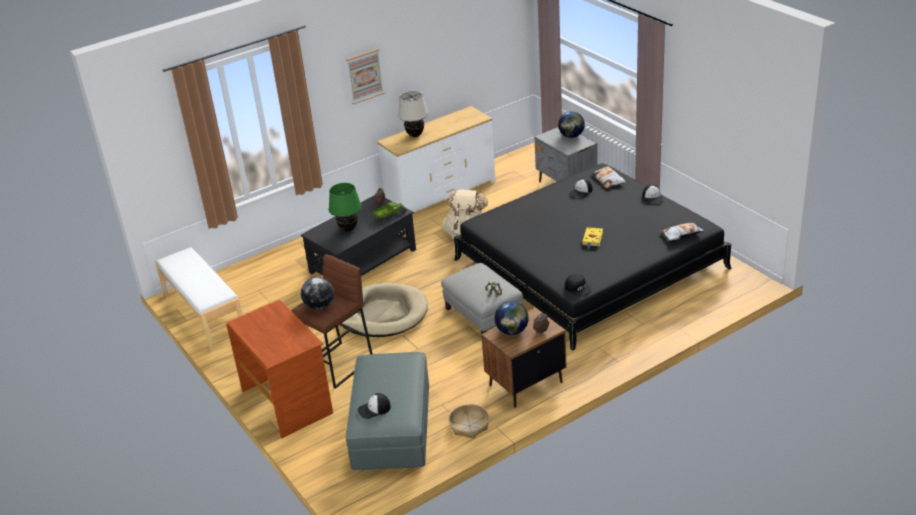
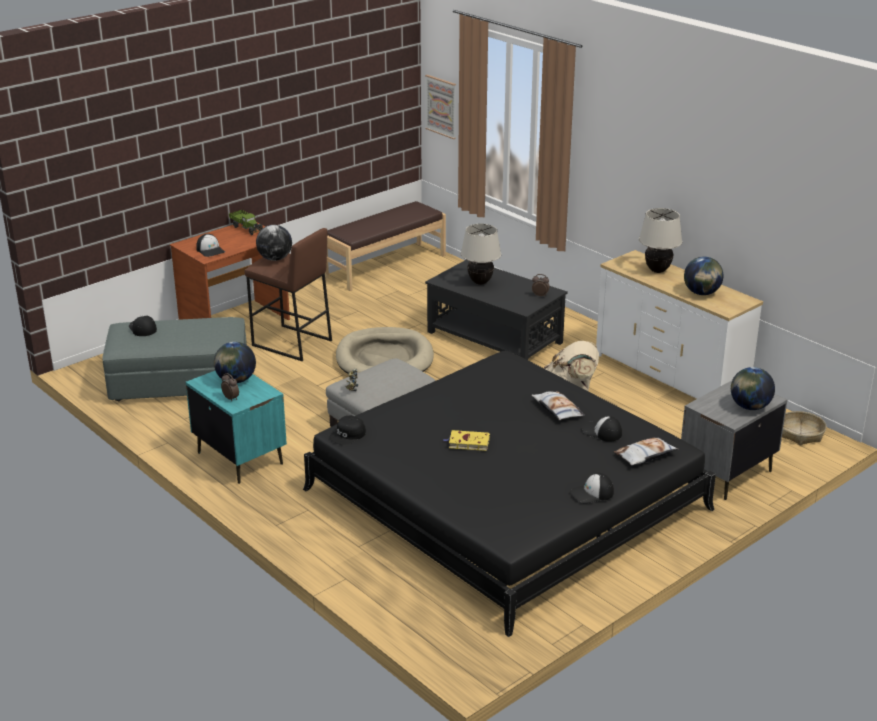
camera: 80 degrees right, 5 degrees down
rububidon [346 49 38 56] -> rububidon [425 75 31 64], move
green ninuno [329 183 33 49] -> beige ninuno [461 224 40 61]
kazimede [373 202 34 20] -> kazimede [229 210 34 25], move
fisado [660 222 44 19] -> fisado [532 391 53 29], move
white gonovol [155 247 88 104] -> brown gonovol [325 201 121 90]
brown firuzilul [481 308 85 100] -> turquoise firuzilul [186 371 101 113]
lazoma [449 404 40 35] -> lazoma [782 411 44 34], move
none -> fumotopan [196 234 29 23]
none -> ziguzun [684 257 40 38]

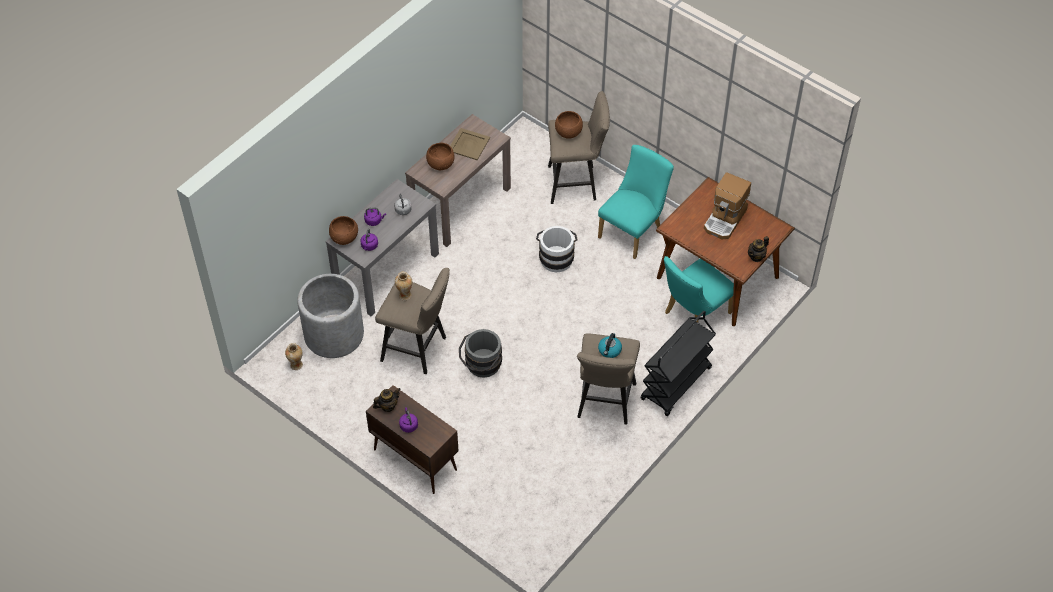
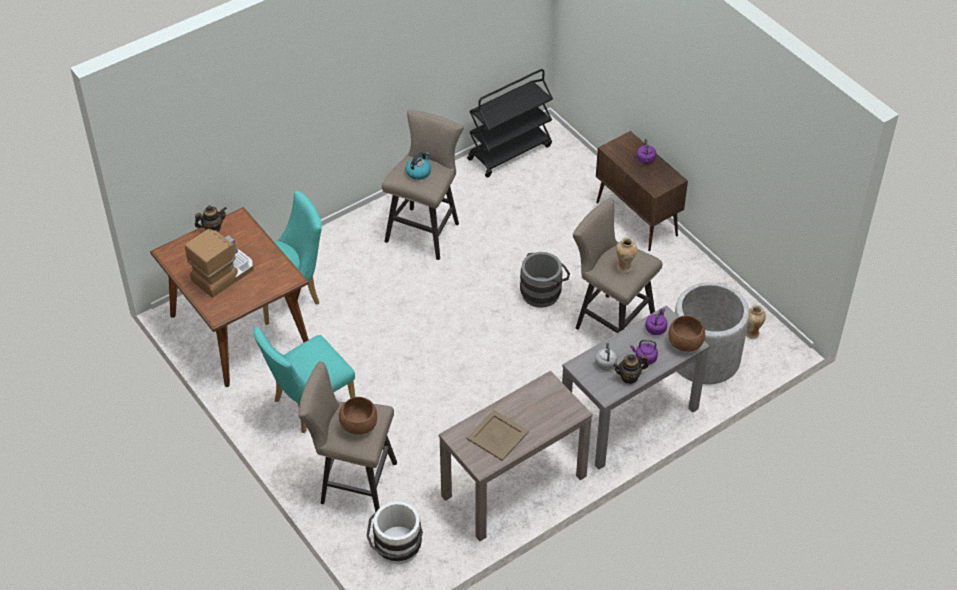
camera: 165 degrees left, 5 degrees down
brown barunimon [426 143 28 27] -> none
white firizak [536 226 42 46] -> white firizak [366 501 57 63], move
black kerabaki [641 311 75 105] -> black kerabaki [467 69 86 109], move
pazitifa [373 388 28 24] -> pazitifa [613 355 36 29], move

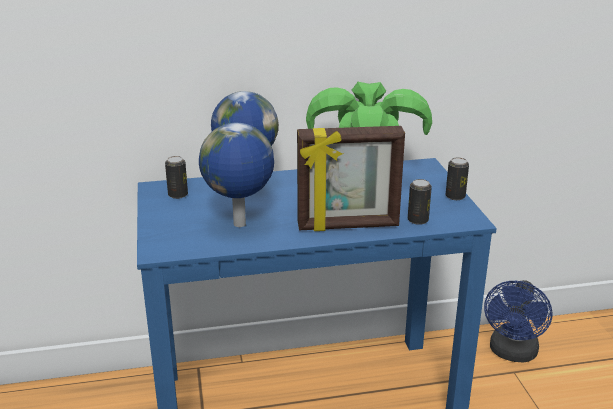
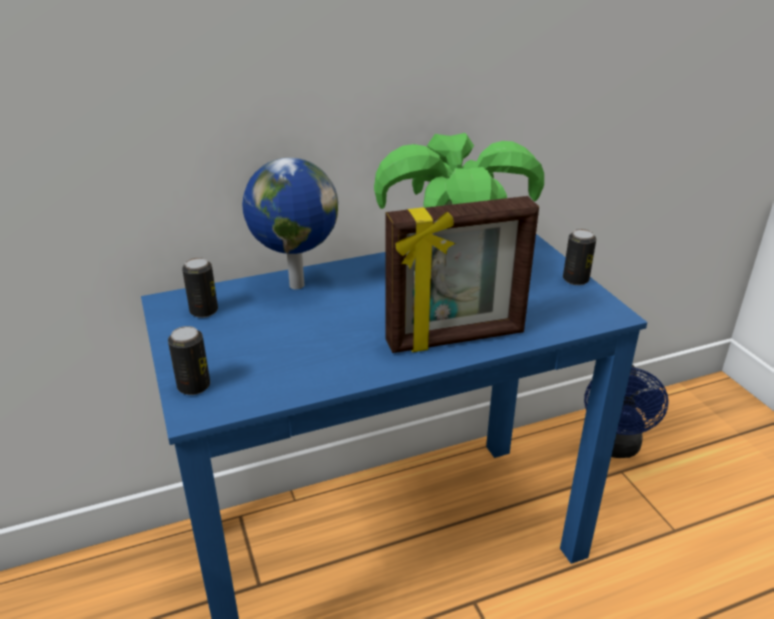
camera: 10 degrees left, 5 degrees up
ziguzun [199 123 75 104] -> none
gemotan [408 179 24 46] -> gemotan [168 326 42 69], move

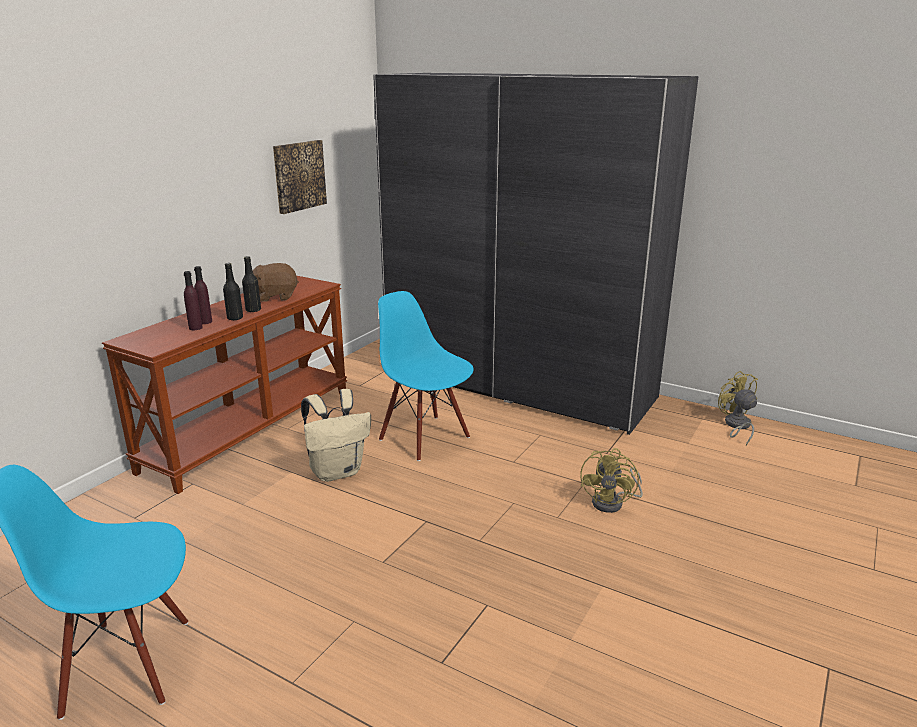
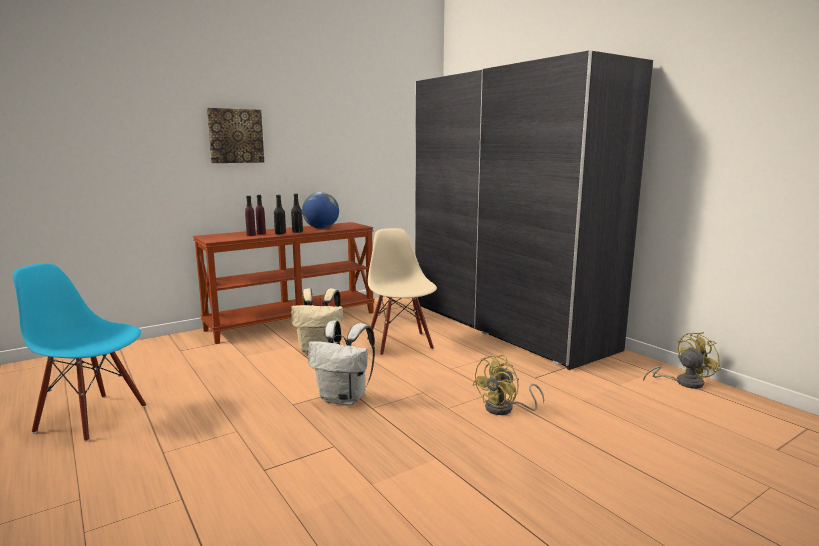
camera: 25 degrees right, 10 degrees down
rububidon [273 140 54 74] -> rububidon [207 108 57 55], move
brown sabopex [253 263 46 39] -> ziguzun [302 192 37 37]
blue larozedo [378 291 96 170] -> beige larozedo [367 228 70 128]
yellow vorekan [718 371 40 74] -> yellow vorekan [643 332 78 57], 60 degrees clockwise
none -> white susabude [308 321 67 85]

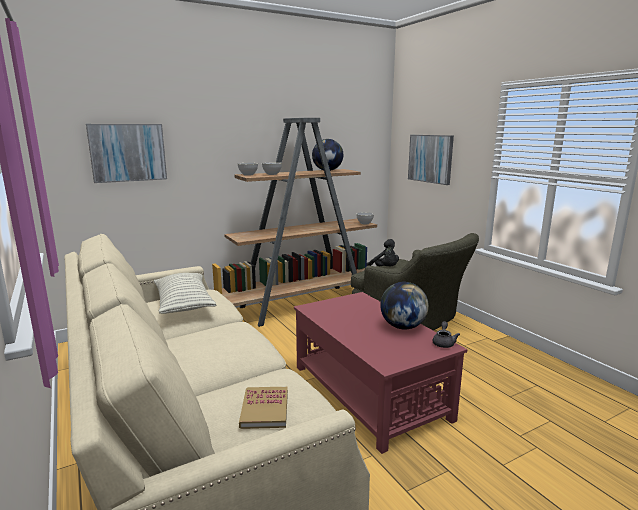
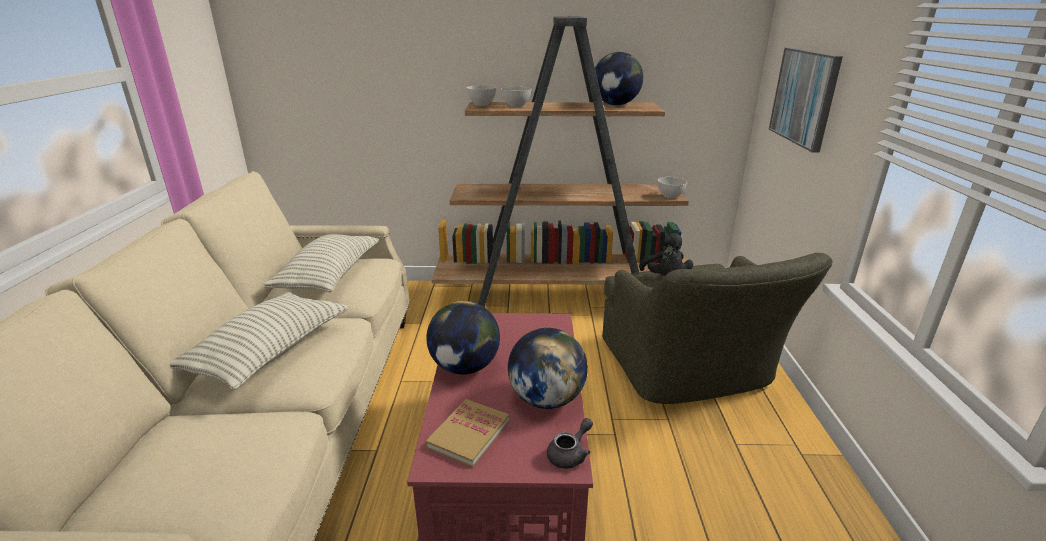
camera: 30 degrees right, 10 degrees up
rububidon [86 124 81 59] -> none
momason [239 386 49 43] -> momason [425 399 84 68], move
none -> fisado [170 292 178 98]
none -> ziguzun [426 301 74 74]

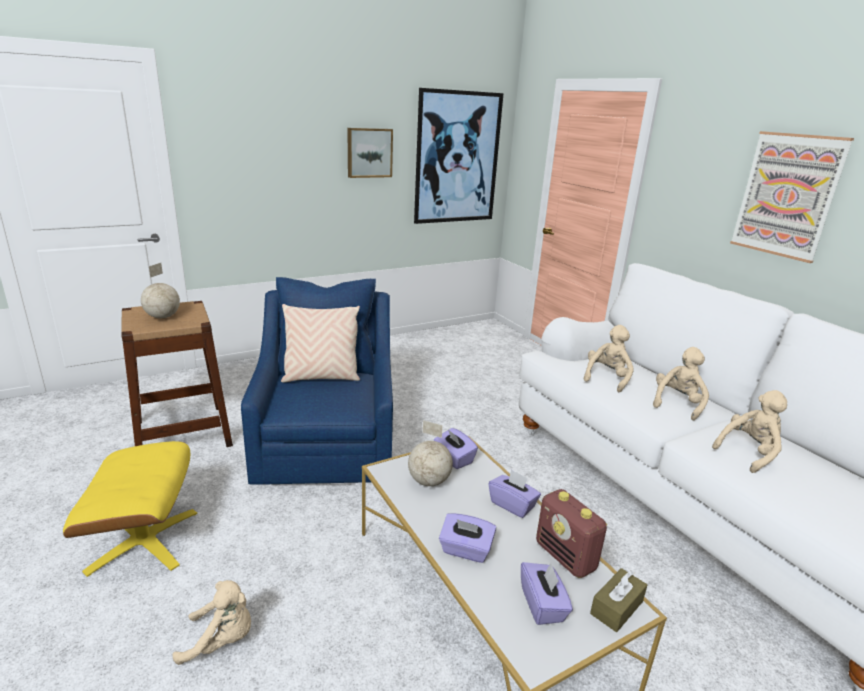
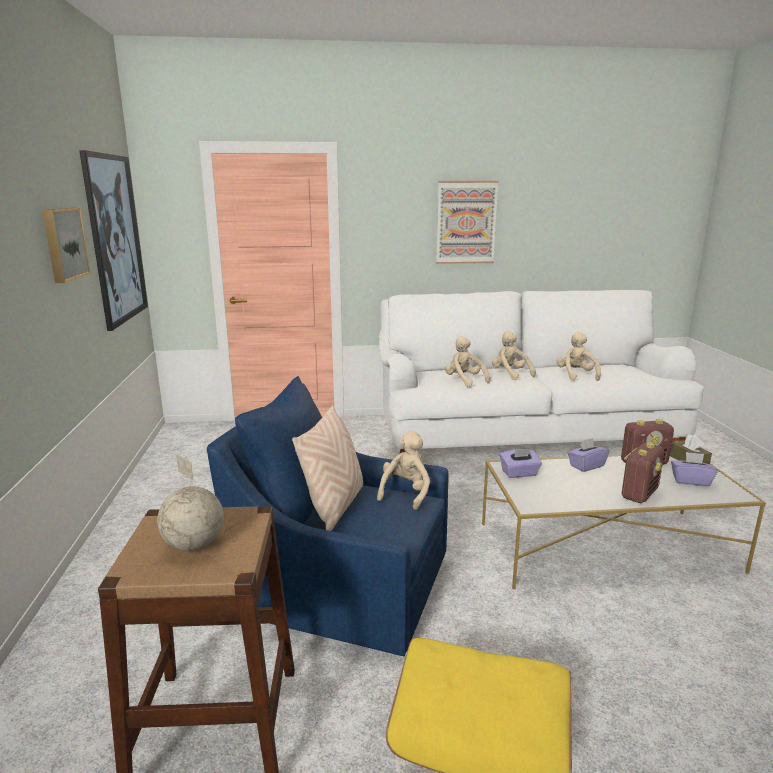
camera: 65 degrees left, 5 degrees down
ziguzun [408 420 45 66] -> none
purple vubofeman [439 513 57 50] -> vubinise [622 442 42 61]
beige sabopex [172 580 79 85] -> beige sabopex [377 431 53 79], move

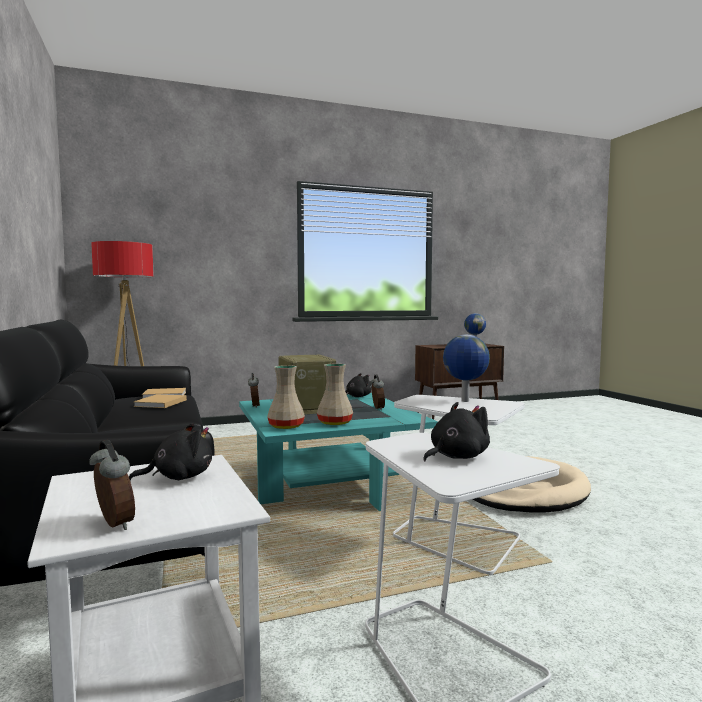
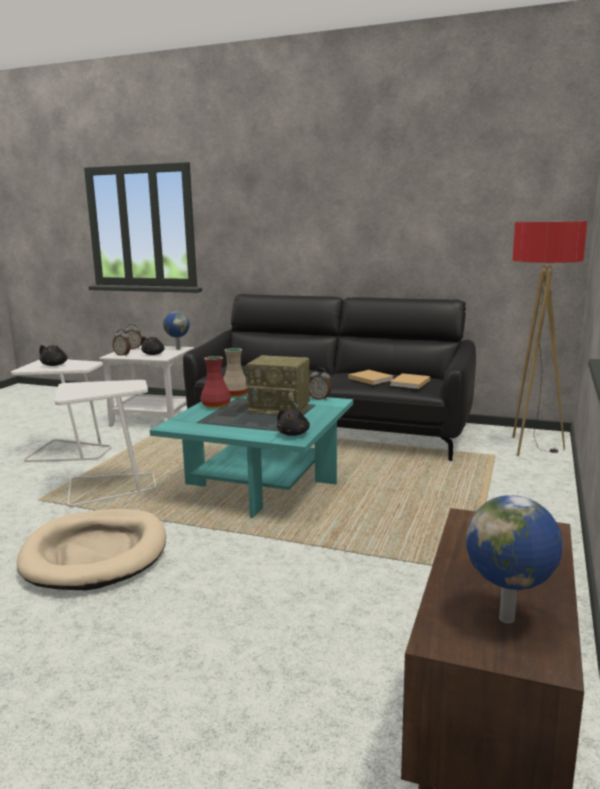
camera: 130 degrees right, 10 degrees up
ziguzun [443 335 47 67] -> ziguzun [163 311 27 39], move
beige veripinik [317 364 36 61] -> red veripinik [200 356 31 52]
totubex [370 374 15 36] -> totubex [113 329 18 27], move

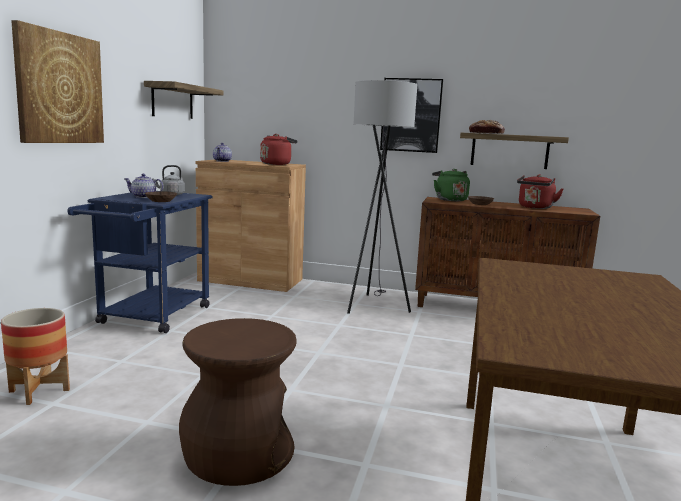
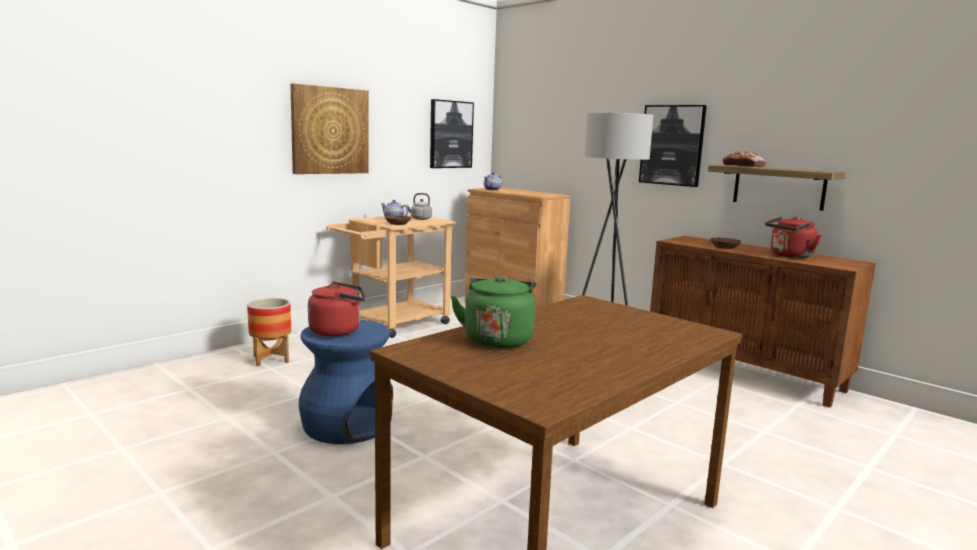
camera: 30 degrees right, 0 degrees up
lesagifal [144 81 80 38] -> rububidon [430 99 44 69]
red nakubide [260 134 38 31] -> red nakubide [308 282 57 55], move
green nakubide [432 169 38 32] -> green nakubide [450 275 86 73], move
blue kerabaki [67 193 146 140] -> beige kerabaki [326 214 130 124]
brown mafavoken [179 318 118 168] -> blue mafavoken [299 320 94 124]

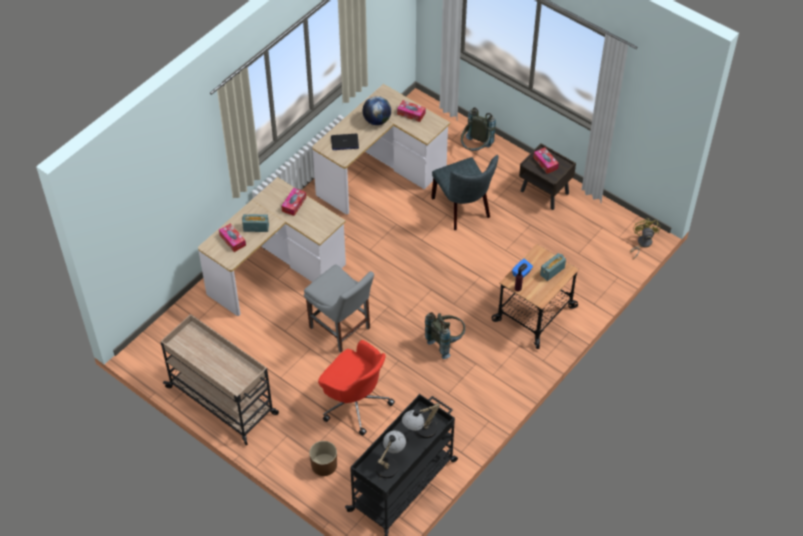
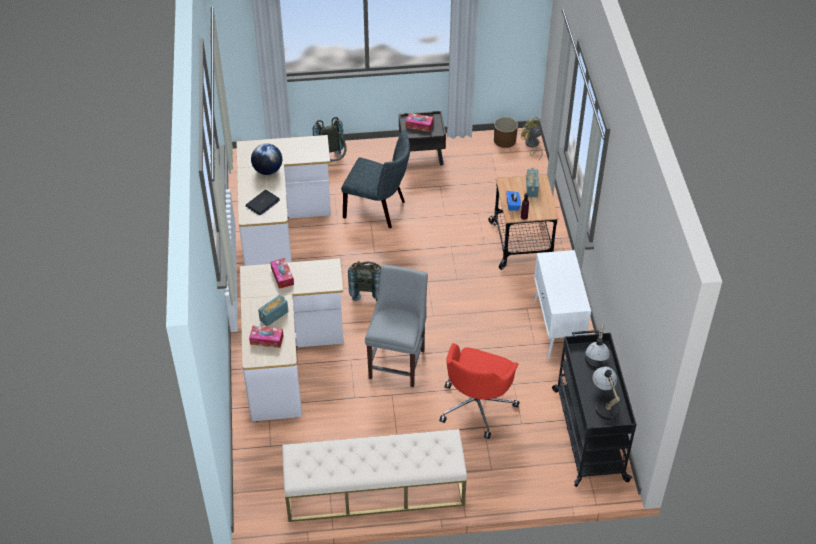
camera: 45 degrees left, 5 degrees down
vubofeman [397 100 29 22] -> none
grey larozedo [304 264 70 89] -> grey larozedo [365 265 63 122], 75 degrees counterclockwise
grey susabude [425 312 40 47] -> grey susabude [348 261 33 41], move
beige kerabaki [160 314 119 131] -> beige gonovol [282 429 185 93]
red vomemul [318 340 77 95] -> red vomemul [439 343 80 96], 120 degrees clockwise
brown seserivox [309 441 28 35] -> brown seserivox [494 117 24 31], move
none -> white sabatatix [534 250 57 109]

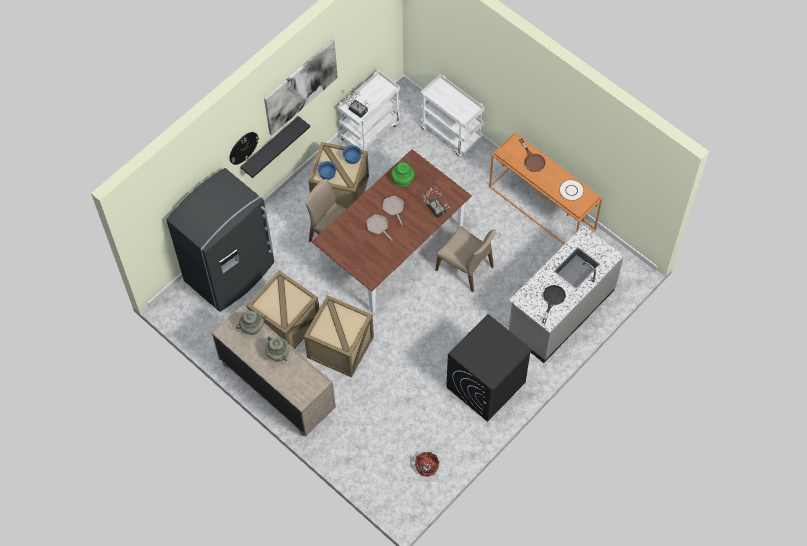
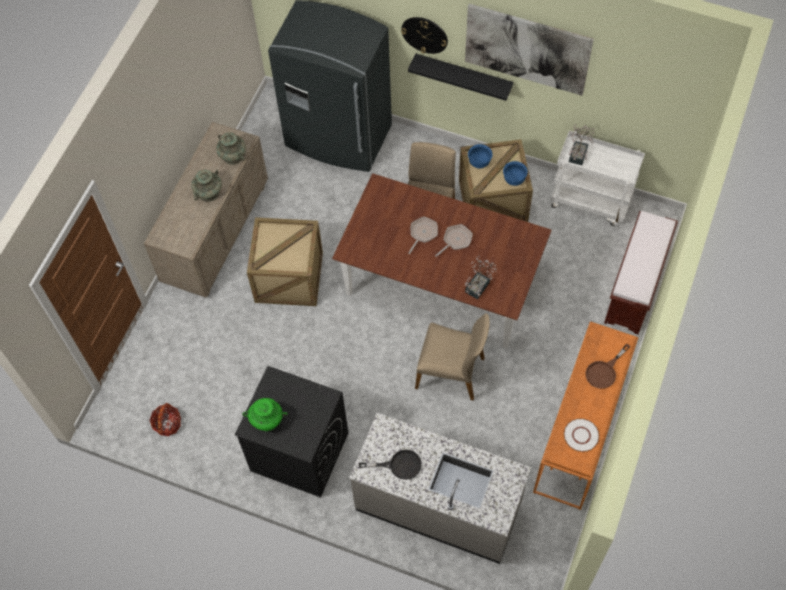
camera: 70 degrees right, 0 degrees up
white kerabaki [420 74 65 82] -> brown gonovol [604 211 74 124]
green veripinik [391 161 24 26] -> green veripinik [242 398 46 33], move
beige larozedo [435 226 61 66] -> beige larozedo [415 313 75 88], 90 degrees counterclockwise
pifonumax [247 270 72 79] -> none

